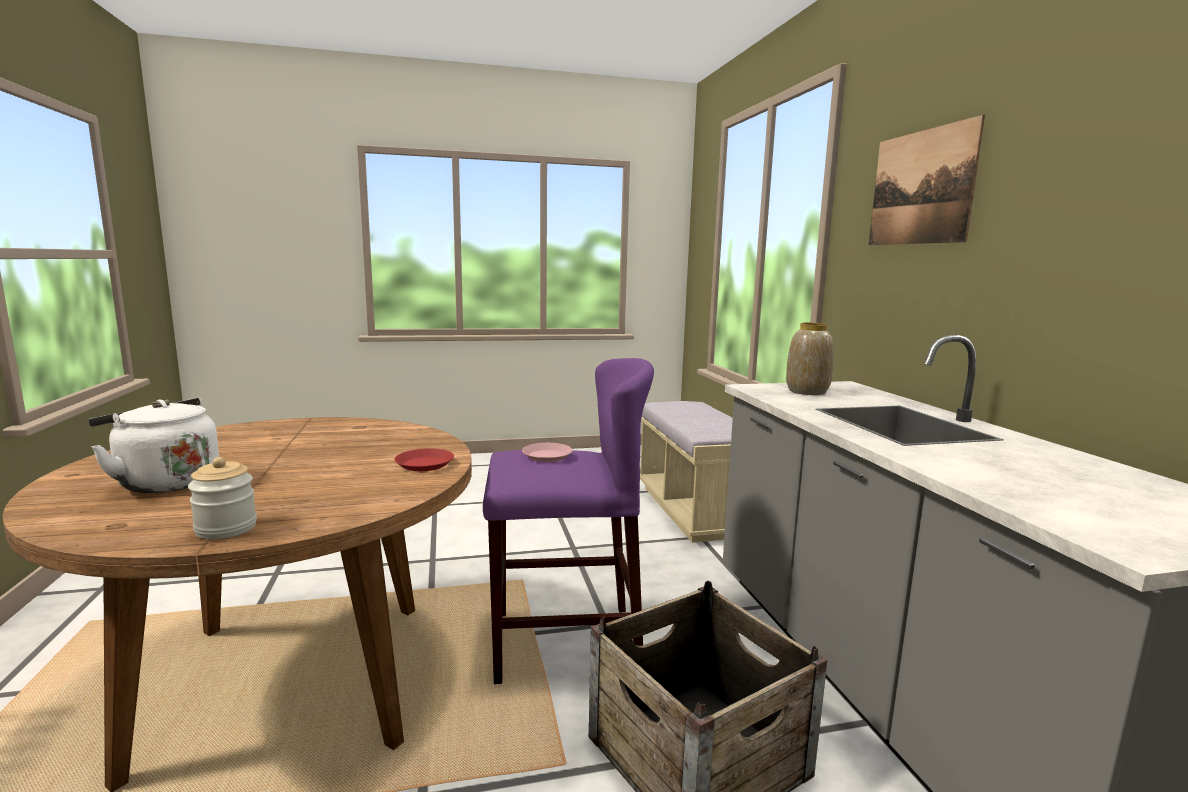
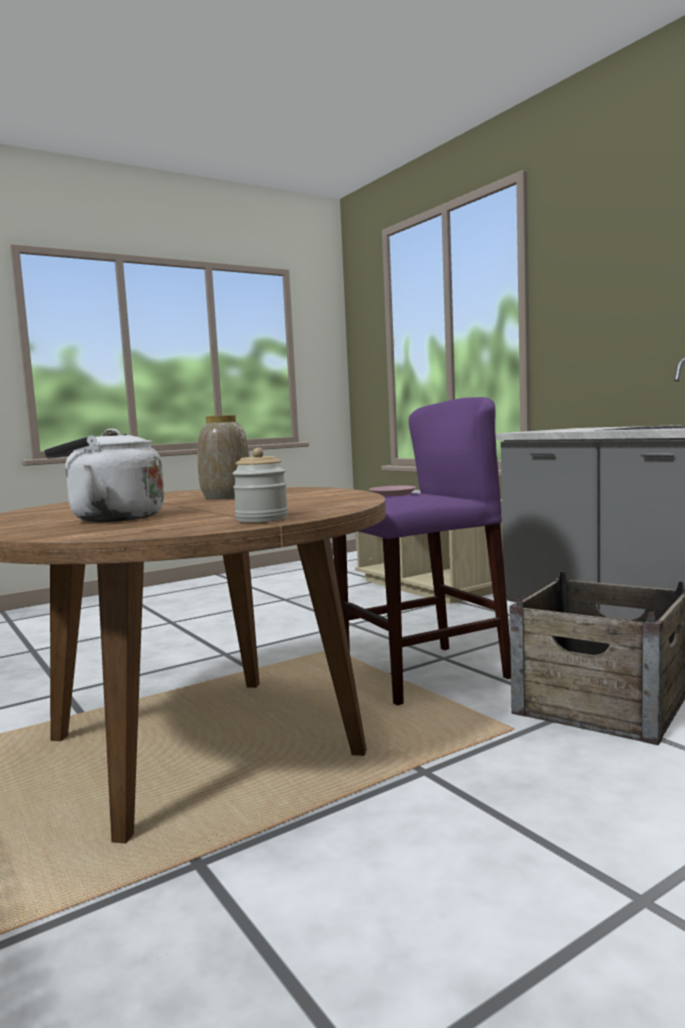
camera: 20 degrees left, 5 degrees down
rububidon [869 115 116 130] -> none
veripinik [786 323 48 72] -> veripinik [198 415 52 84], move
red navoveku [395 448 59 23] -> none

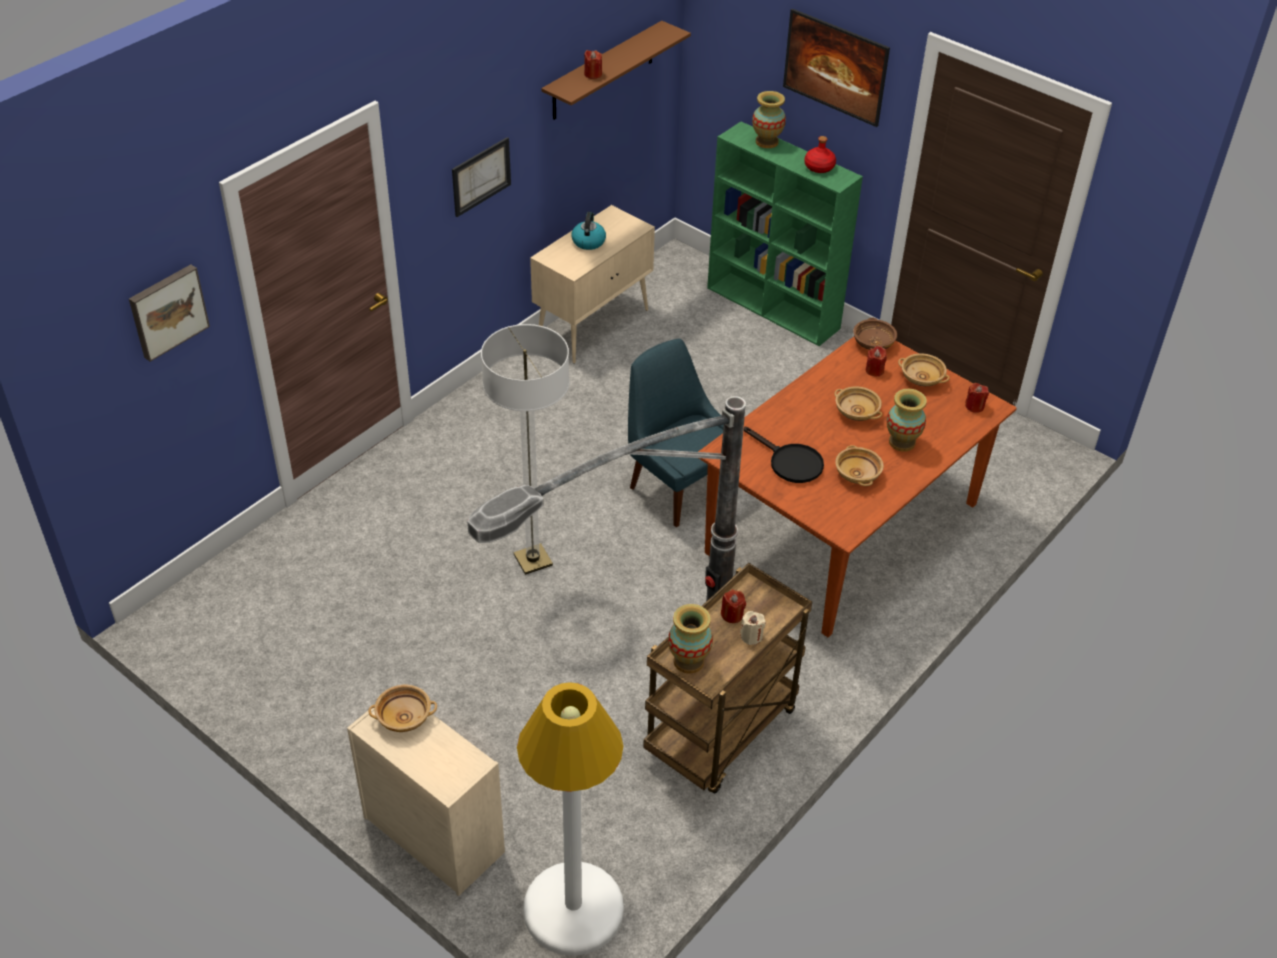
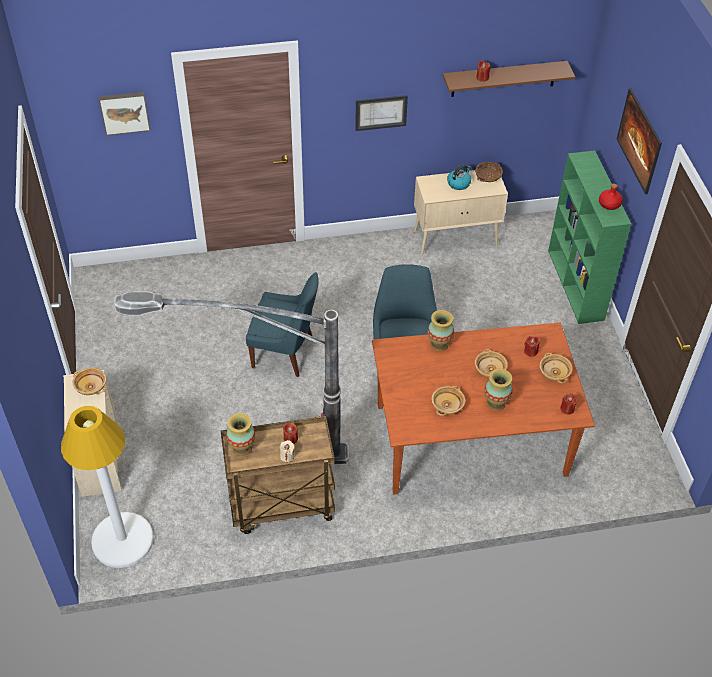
camera: 40 degrees right, 5 degrees up
veripinik [752 91 34 57] -> veripinik [428 310 26 41], move
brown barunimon [853 318 44 32] -> brown barunimon [475 162 28 20], move
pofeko [481 324 89 251] -> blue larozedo [246 272 72 105]
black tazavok [744 427 80 56] -> none

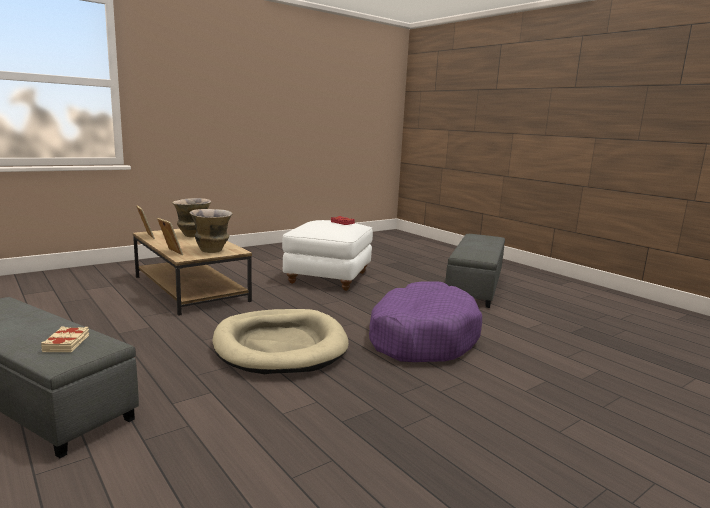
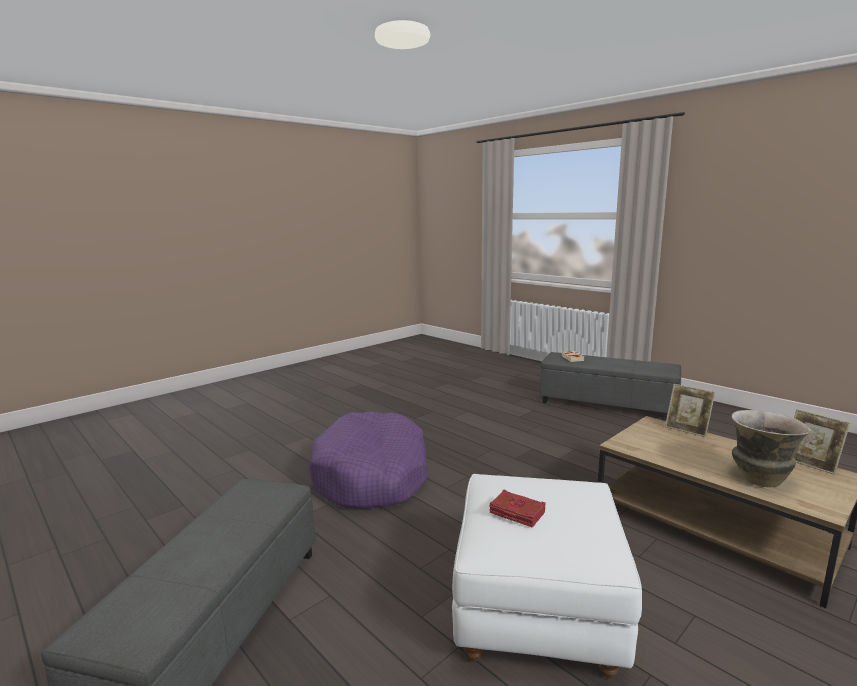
camera: 175 degrees right, 0 degrees up
veripinik [189 209 43 44] -> none
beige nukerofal [212 309 137 65] -> none

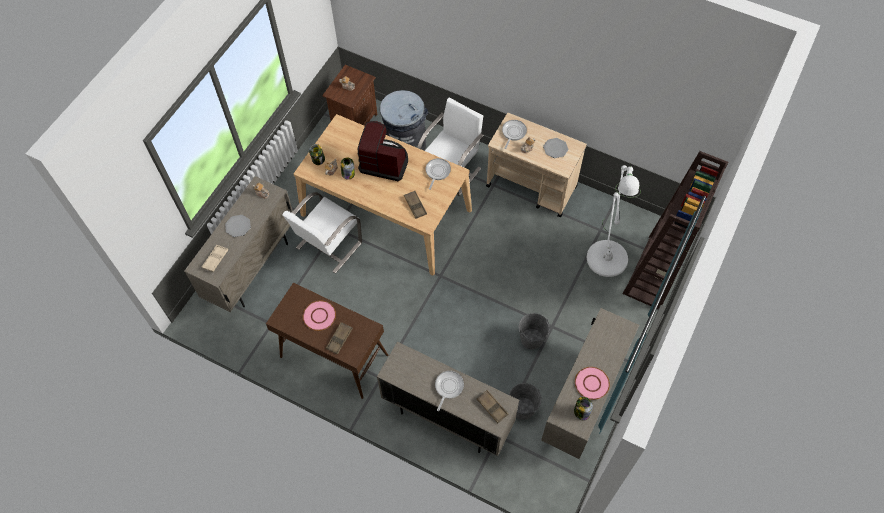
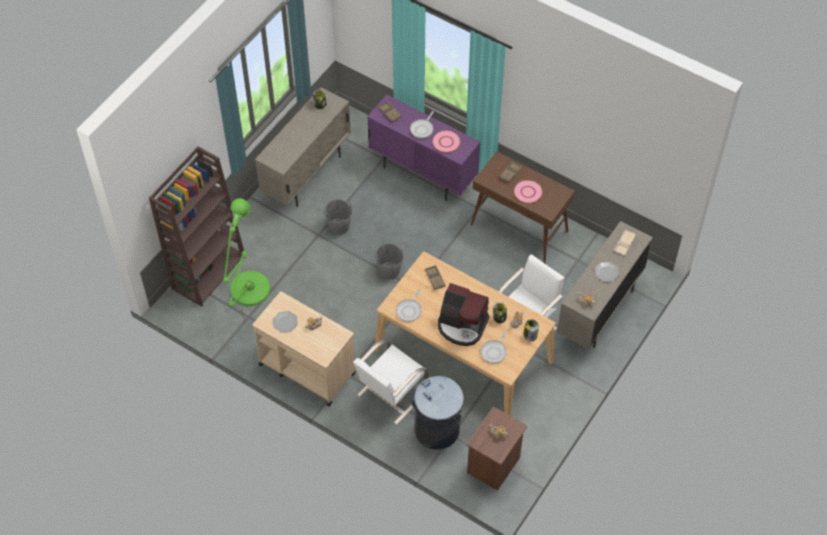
camera: 175 degrees left, 5 degrees down
tazavok [502 120 25 29] -> tazavok [481 330 26 33], move
white pofeko [586 165 55 112] -> green pofeko [223 198 48 130]
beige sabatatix [377 342 143 114] -> purple sabatatix [367 95 113 106]
pink navoveku [575 367 35 33] -> pink navoveku [432 130 29 23], move
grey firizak [509 383 33 37] -> grey firizak [375 244 29 35], move

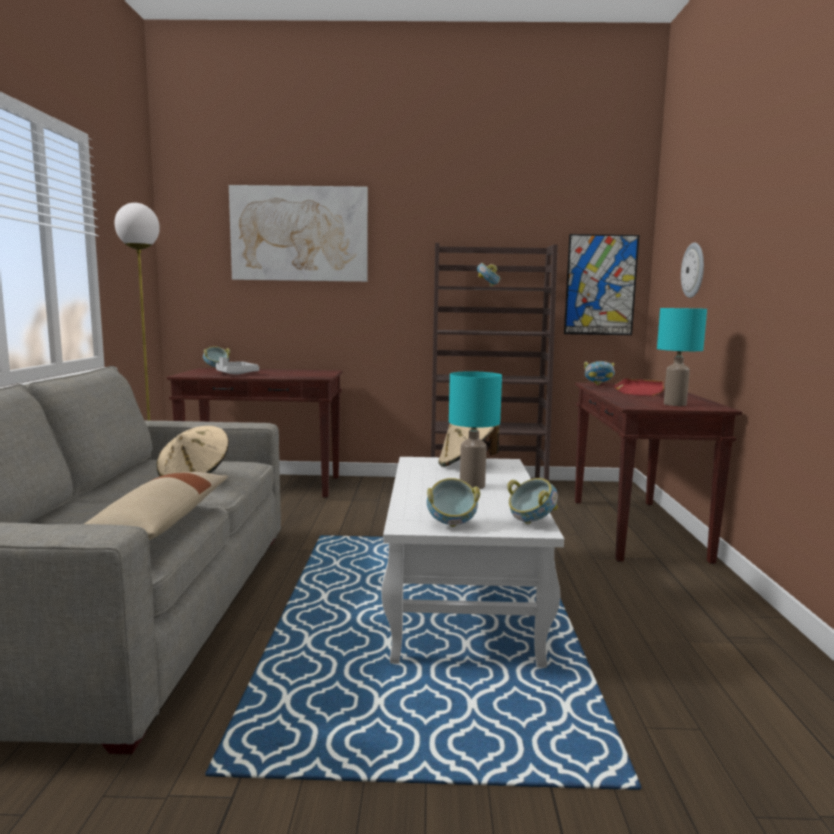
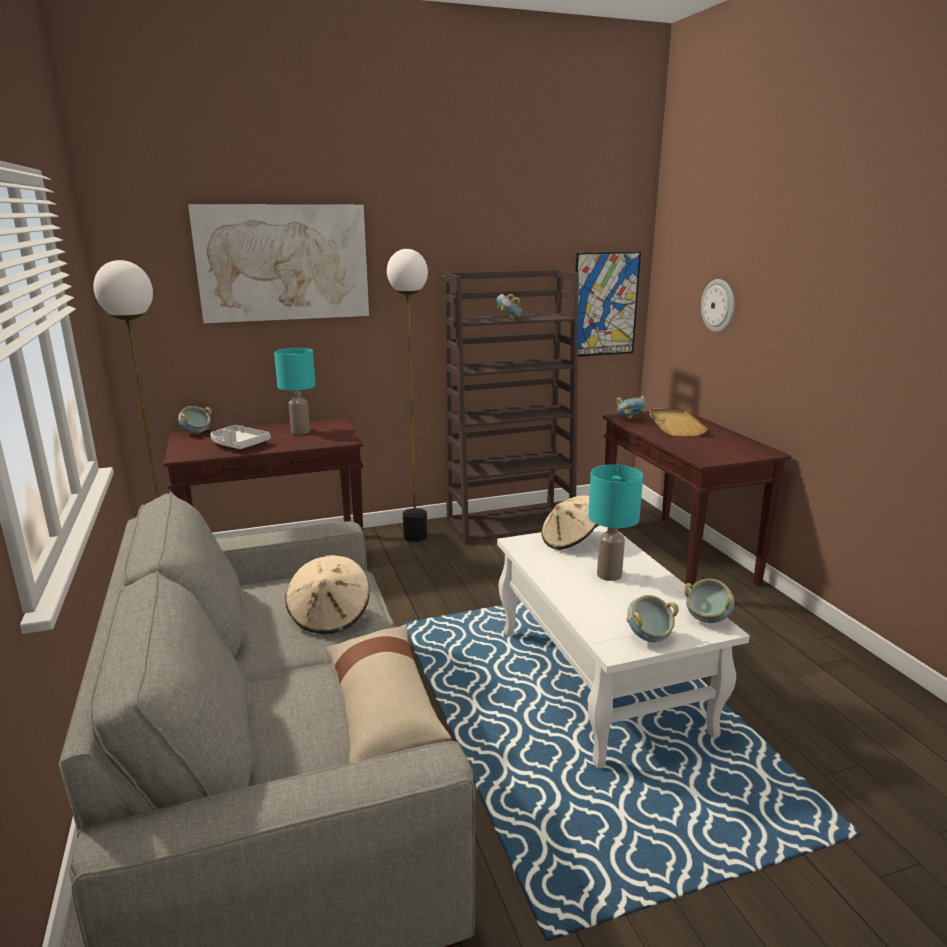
camera: 20 degrees left, 10 degrees up
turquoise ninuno [657 308 50 98] -> turquoise ninuno [274 348 42 86], move
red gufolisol [614 378 50 18] -> beige gufolisol [649 409 59 27]
none -> pofeko [387 249 41 293]

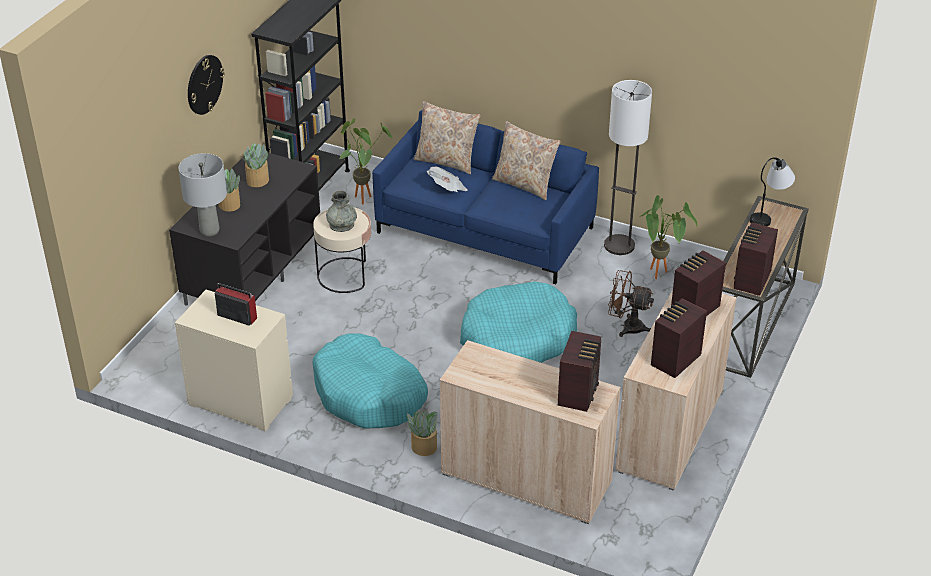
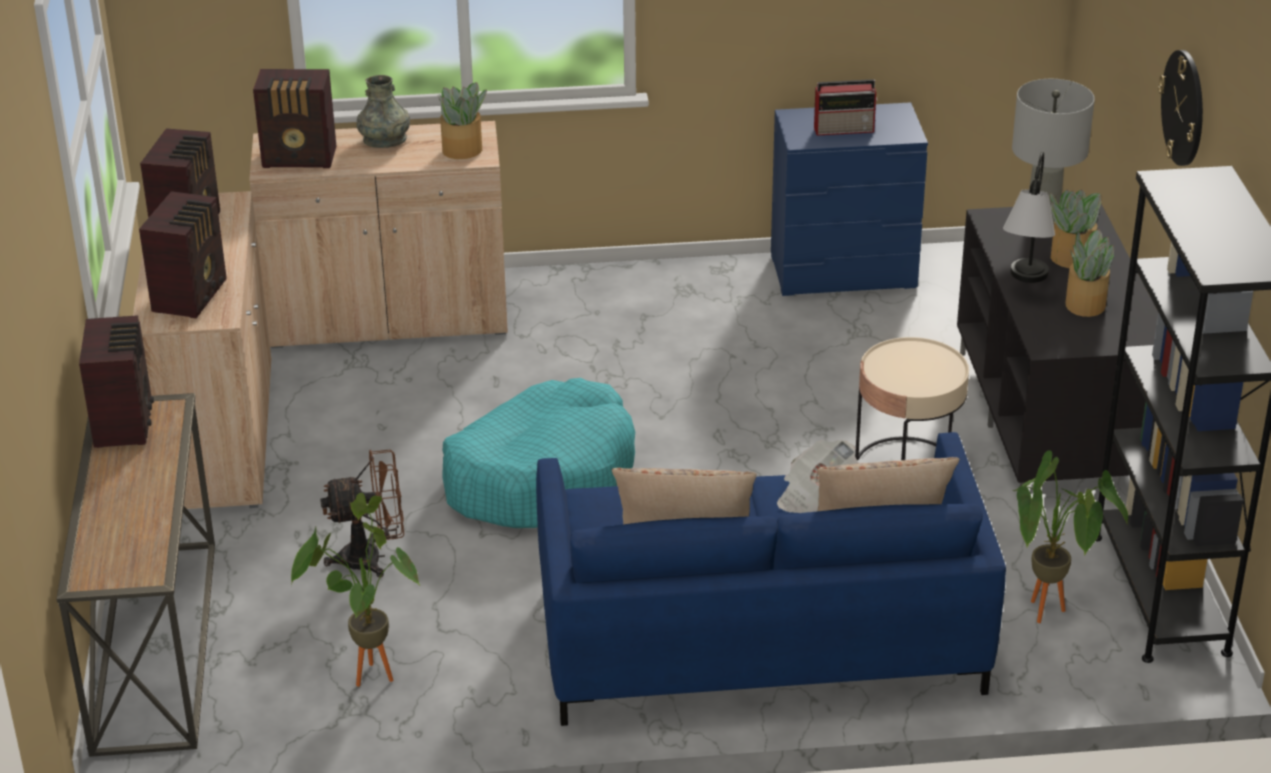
camera: 150 degrees right, 5 degrees down
pofeko [604 80 48 175] -> none
ninuno [750 157 45 69] -> ninuno [1003 152 52 131], move
grey veripinik [326 190 31 42] -> grey veripinik [356 75 54 73], move
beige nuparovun [175 290 118 142] -> blue nuparovun [771 102 157 194]
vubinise [558 331 43 81] -> vubinise [253 69 83 99], 75 degrees counterclockwise
turquoise nukerofal [312 333 116 95] -> none
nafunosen [407 410 30 46] -> nafunosen [438 82 49 77], move

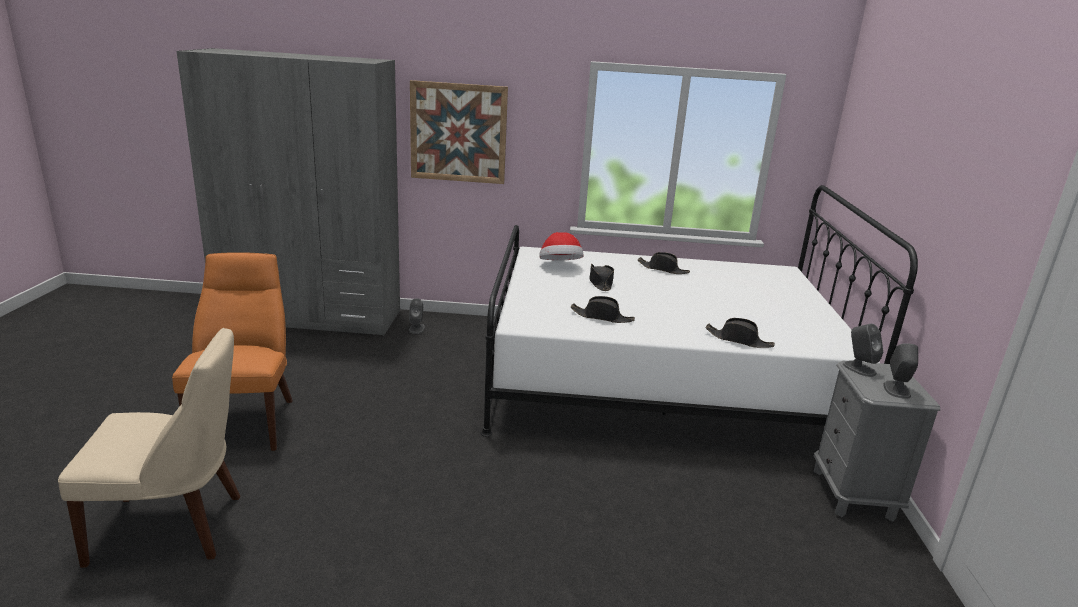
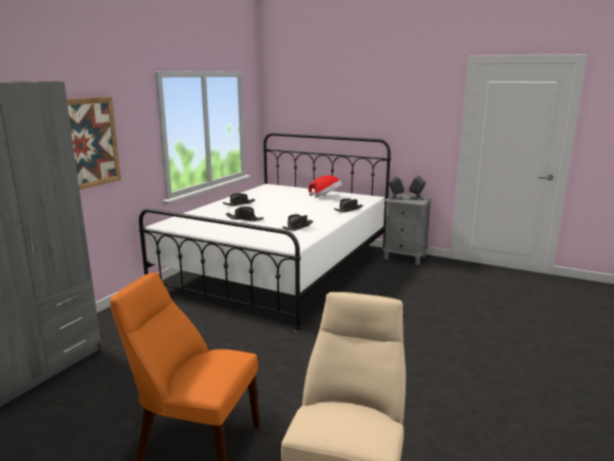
camera: 65 degrees left, 5 degrees down
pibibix [539 232 44 28] -> pibibix [308 175 34 22], move
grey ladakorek [409 298 16 36] -> none

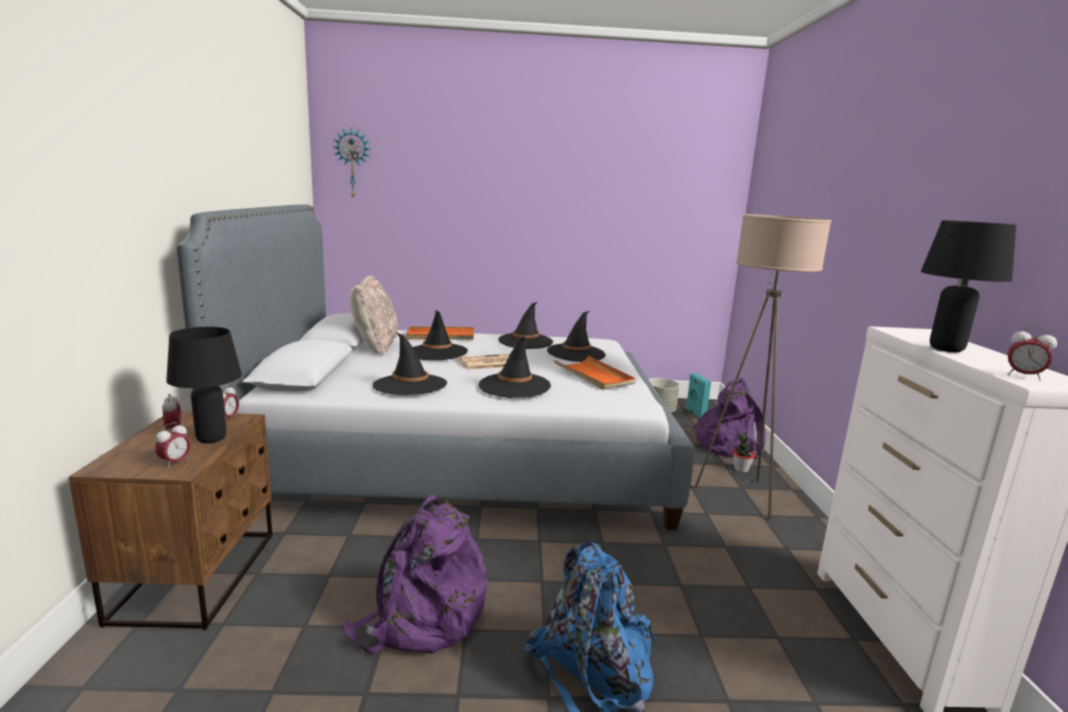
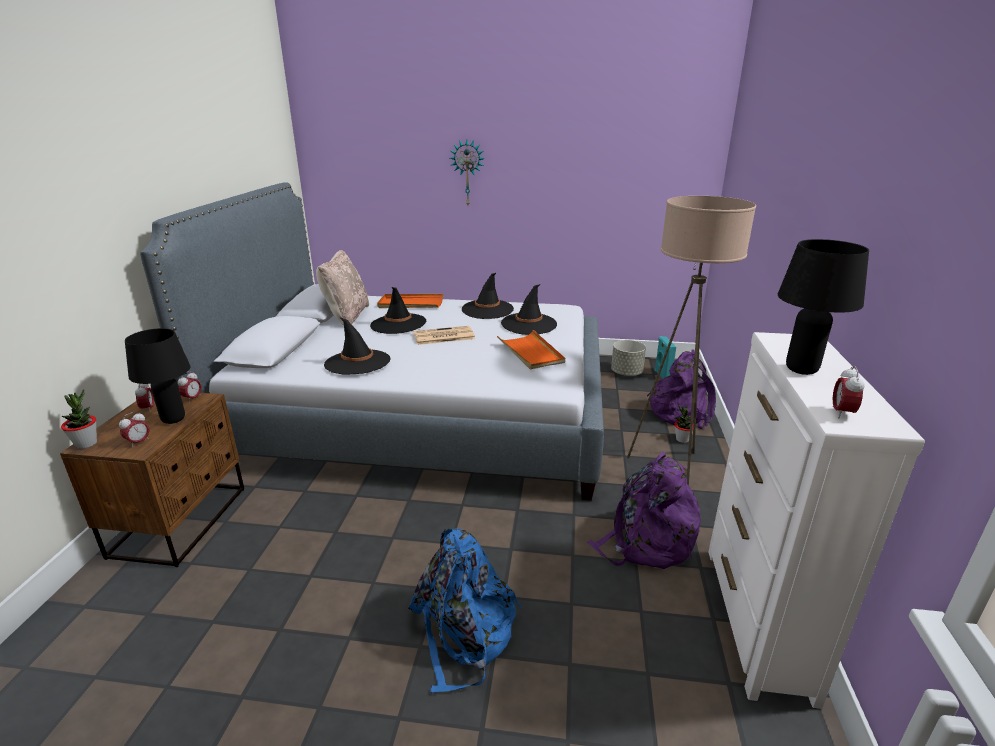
camera: 10 degrees right, 10 degrees up
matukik [334 128 36 70] -> matukik [450 139 35 66], move
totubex [1007 326 50 55] -> totubex [833 366 32 53], 60 degrees clockwise
black pibibix [478 337 73 61] -> none
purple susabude [341 495 146 159] -> purple susabude [587 451 114 118], move
none -> nafunosen [61 389 36 60]

